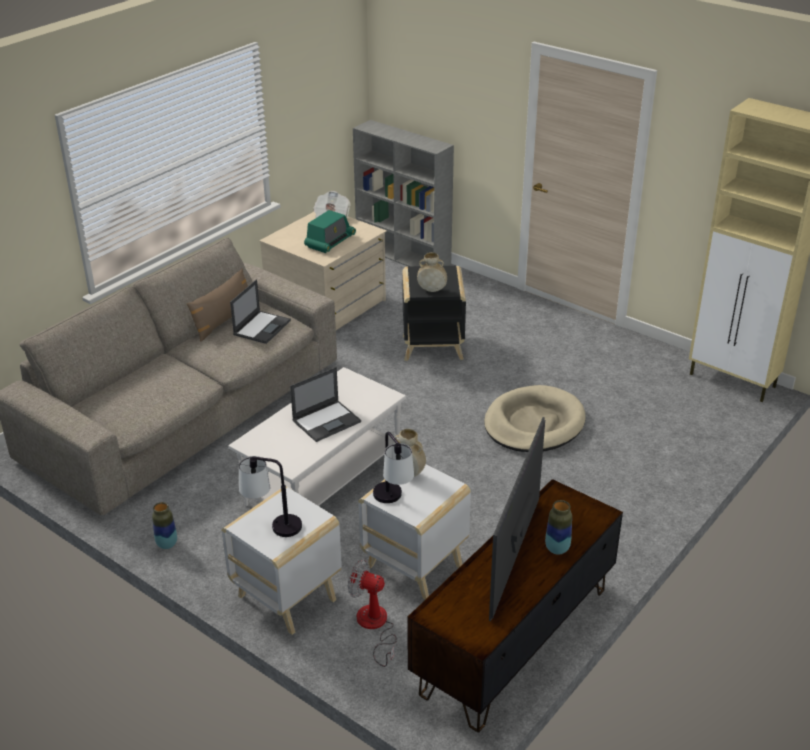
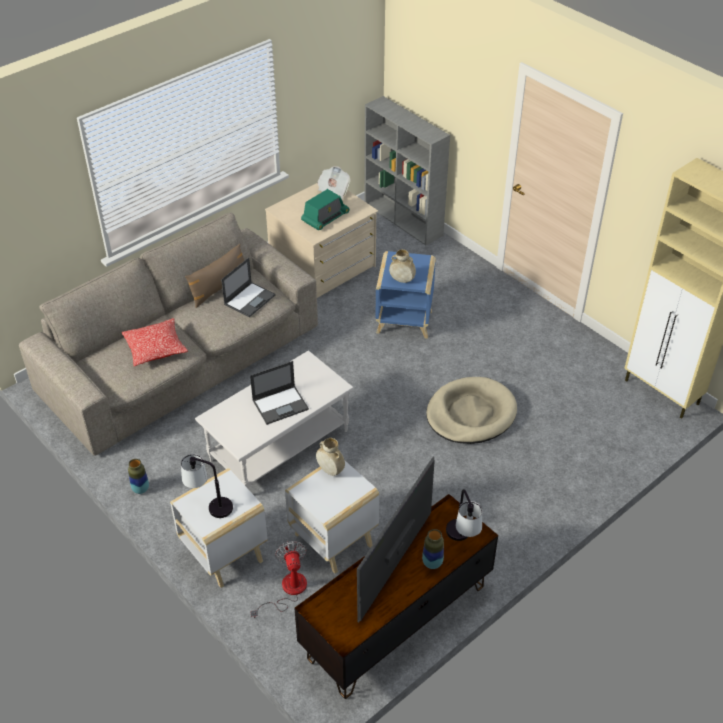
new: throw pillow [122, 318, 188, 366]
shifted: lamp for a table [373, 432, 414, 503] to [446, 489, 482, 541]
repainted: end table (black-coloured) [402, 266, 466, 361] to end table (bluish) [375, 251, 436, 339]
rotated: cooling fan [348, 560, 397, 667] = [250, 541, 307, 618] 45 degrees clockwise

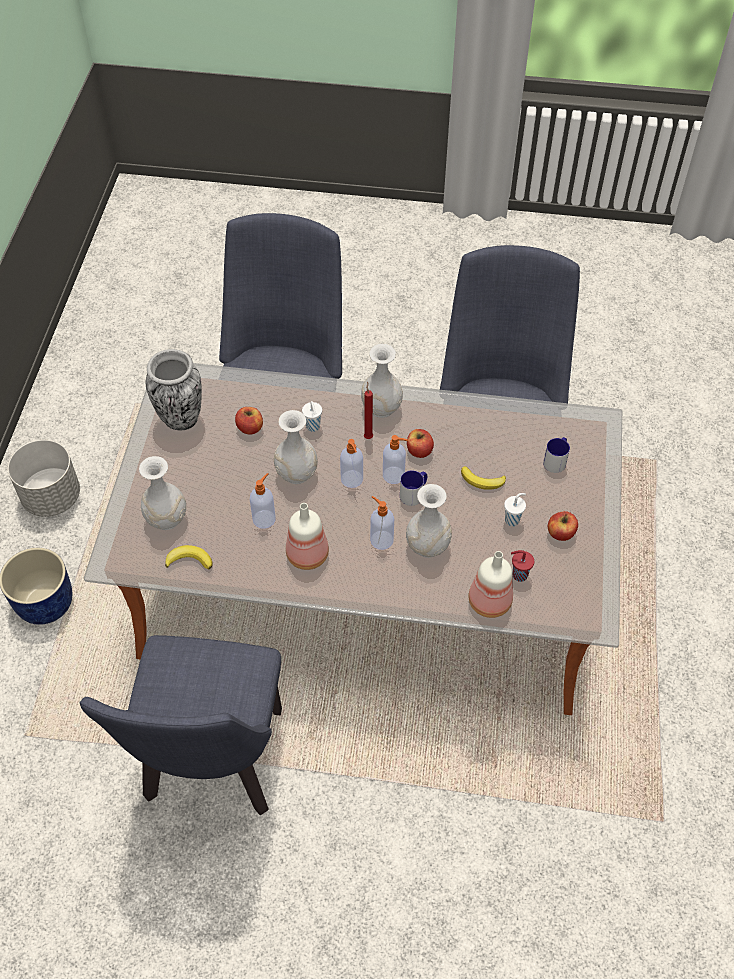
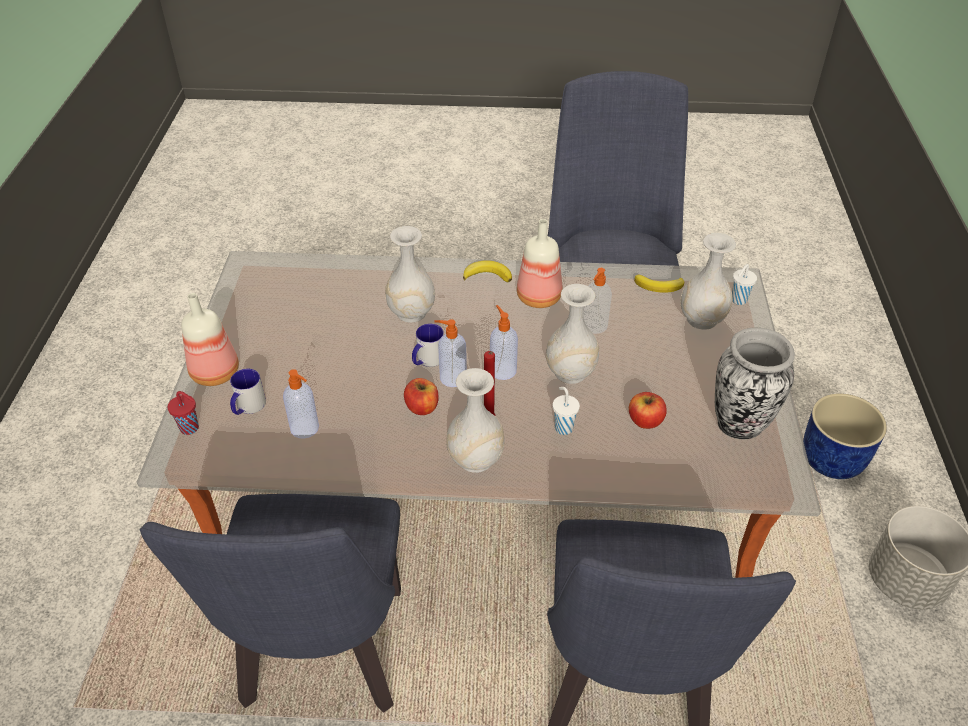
gone: apple [548, 511, 578, 541]
shifted: soap bottle [370, 496, 394, 550] to [283, 369, 319, 439]; banana fruit [461, 466, 506, 490] to [463, 260, 512, 282]; beverage bottle [468, 551, 513, 618] to [181, 293, 239, 386]; small cup (whitish) [504, 493, 526, 526] to [732, 264, 757, 305]; small cup (reddish) [511, 550, 534, 582] to [168, 391, 199, 435]

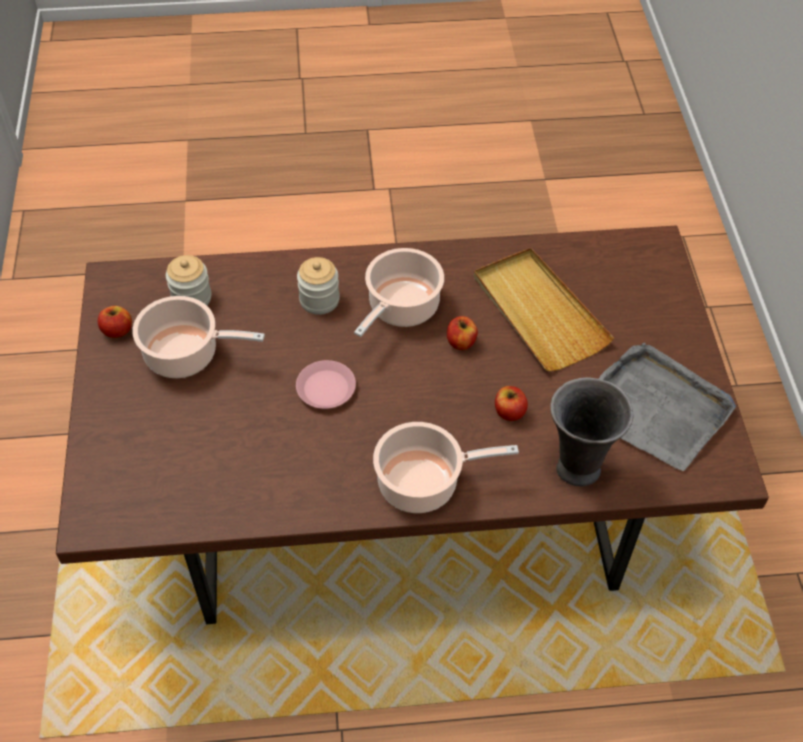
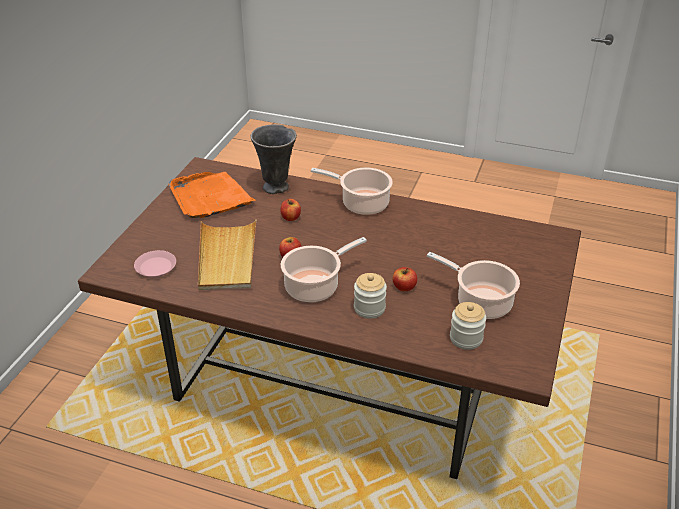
shifted: apple [98, 306, 132, 338] to [393, 267, 417, 291]; dinner plate (pink) [296, 360, 356, 409] to [134, 250, 176, 277]
repainted: serving tray (gray) [599, 343, 736, 471] to serving tray (orangey) [168, 172, 256, 218]

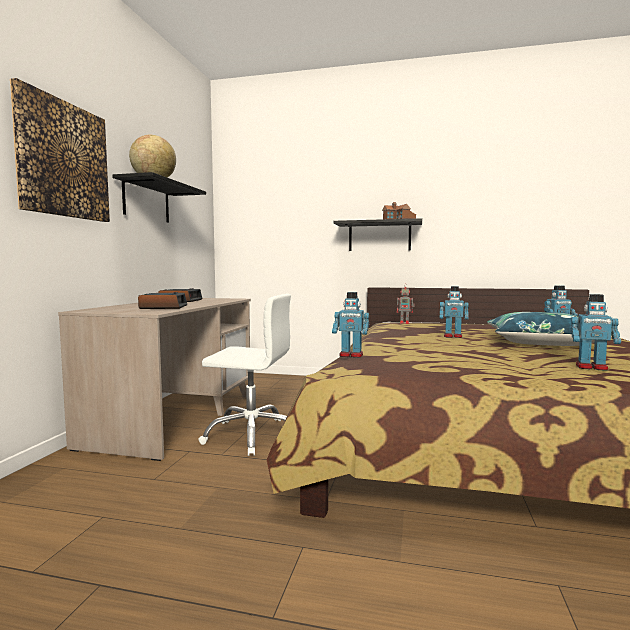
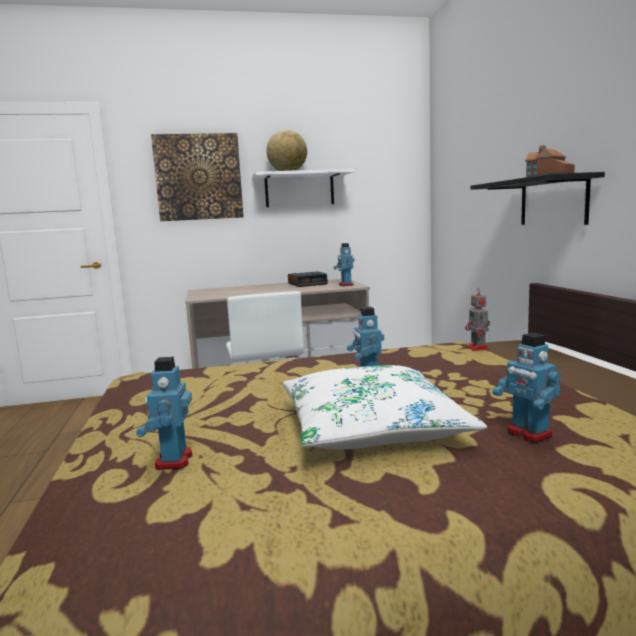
gone: bedside clock [138, 292, 187, 309]
shifted: model robot [332, 292, 369, 358] to [334, 243, 355, 286]
repainted: wall shelf (black-coloured) [112, 172, 206, 223] to wall shelf (whitish) [252, 169, 354, 207]; throw pillow (bluish) [487, 312, 612, 346] to throw pillow (whitish) [283, 365, 487, 450]

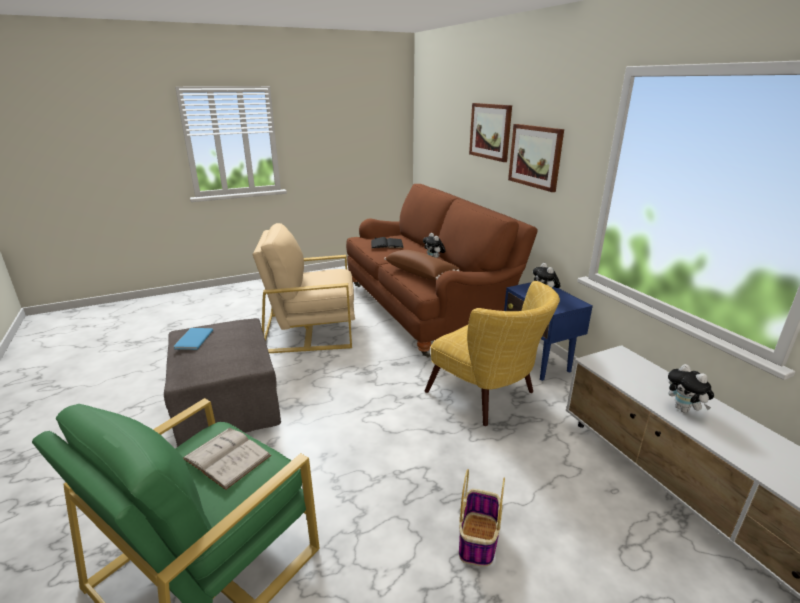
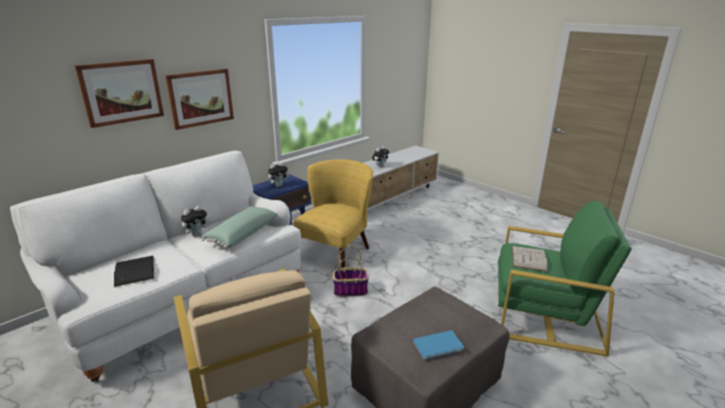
shifted: storage basket [459, 469, 505, 566] to [333, 247, 369, 297]
repainted: couch (brown) [346, 184, 538, 358] to couch (whitish) [10, 151, 301, 382]; throw pillow (brown) [384, 250, 460, 280] to throw pillow (green-coloured) [201, 206, 278, 248]

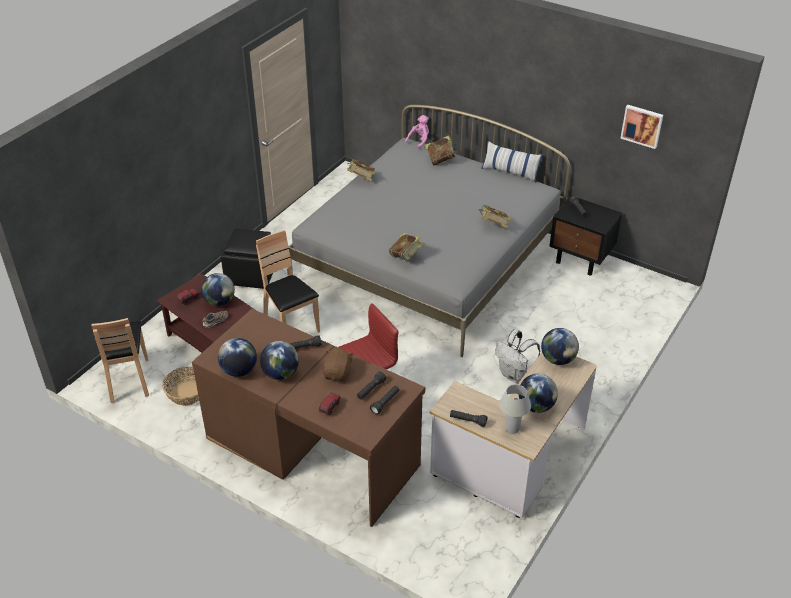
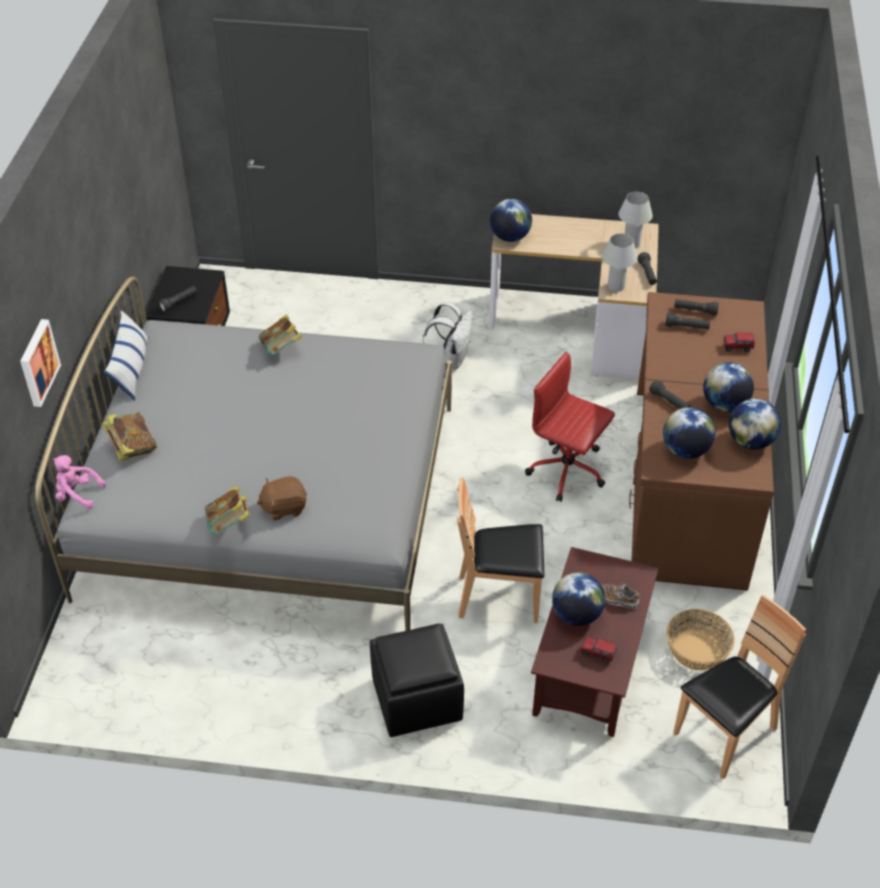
gone: bound book [389, 233, 424, 260]
new: lamp for a table (whitish) [602, 233, 637, 292]
shifted: soft toy (brown) [323, 349, 353, 381] to [257, 476, 307, 520]; desk globe [518, 374, 558, 413] to [663, 407, 715, 459]; wall art [620, 105, 663, 149] to [20, 319, 61, 407]
rotated: upright chair (brown) [256, 230, 320, 333] = [457, 477, 544, 623] 60 degrees clockwise

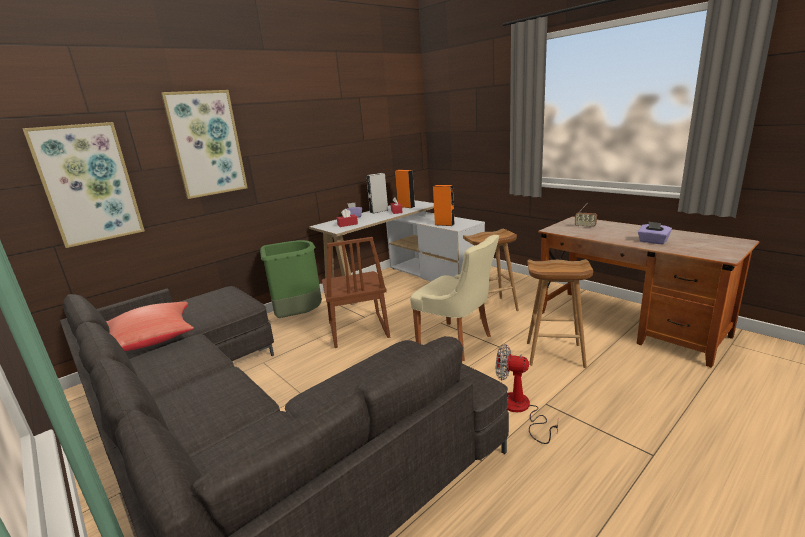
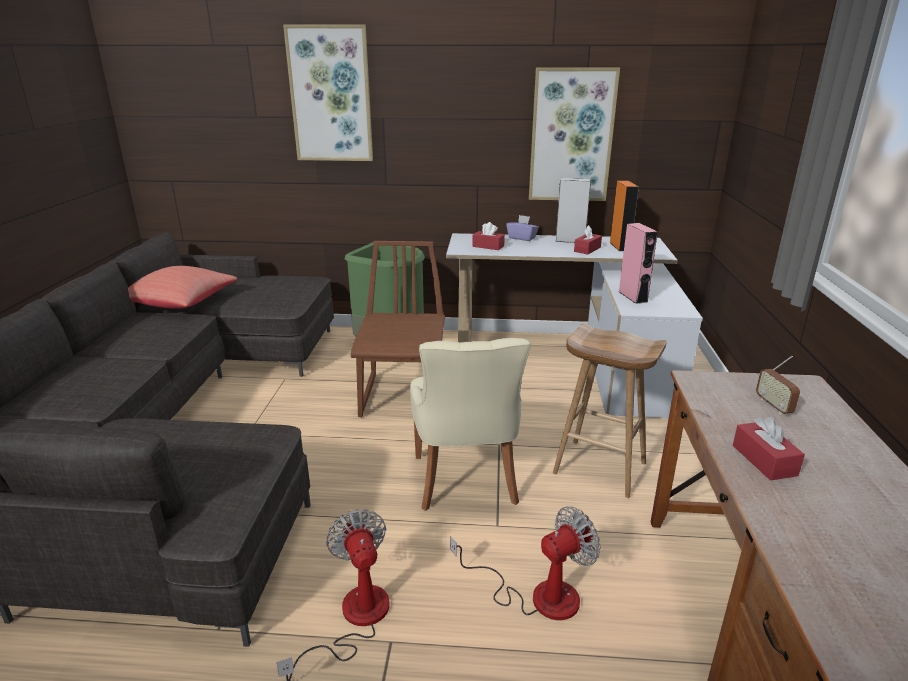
gone: tissue holder (purple) [638, 221, 672, 244]
new: tissue holder (reddish) [733, 417, 805, 481]
shifted: wall art [22, 122, 145, 248] to [529, 67, 620, 201]
swapped: sitting stool (brown) [527, 259, 593, 368] to cooling fan [450, 507, 601, 620]
repainted: audio speaker (orangey) [433, 185, 455, 226] to audio speaker (pink) [619, 223, 658, 304]
rotated: upright chair (brown) [322, 237, 390, 348] = [351, 241, 445, 417] 150 degrees clockwise

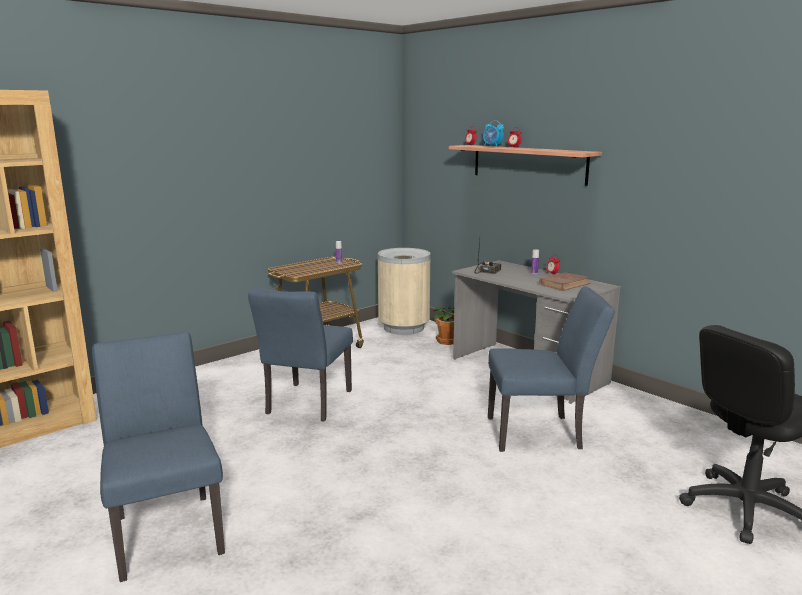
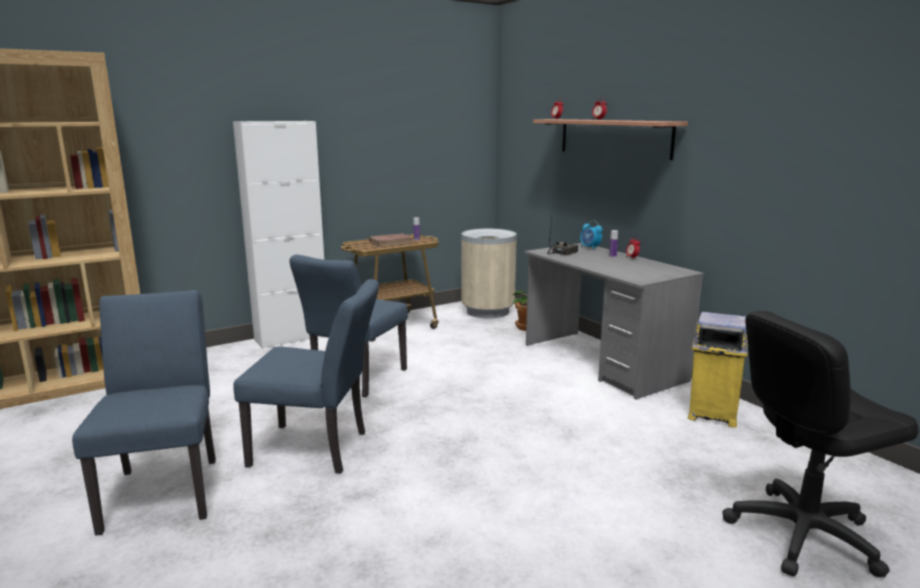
new: cupboard (whitish) [233, 121, 324, 349]; rubbish bin (yellowish) [688, 312, 748, 428]
shifted: bedside clock [483, 120, 504, 147] to [580, 221, 603, 250]; upright chair (bluish) [488, 287, 615, 452] to [233, 279, 379, 474]; bound book (brown) [539, 272, 590, 291] to [369, 233, 413, 247]

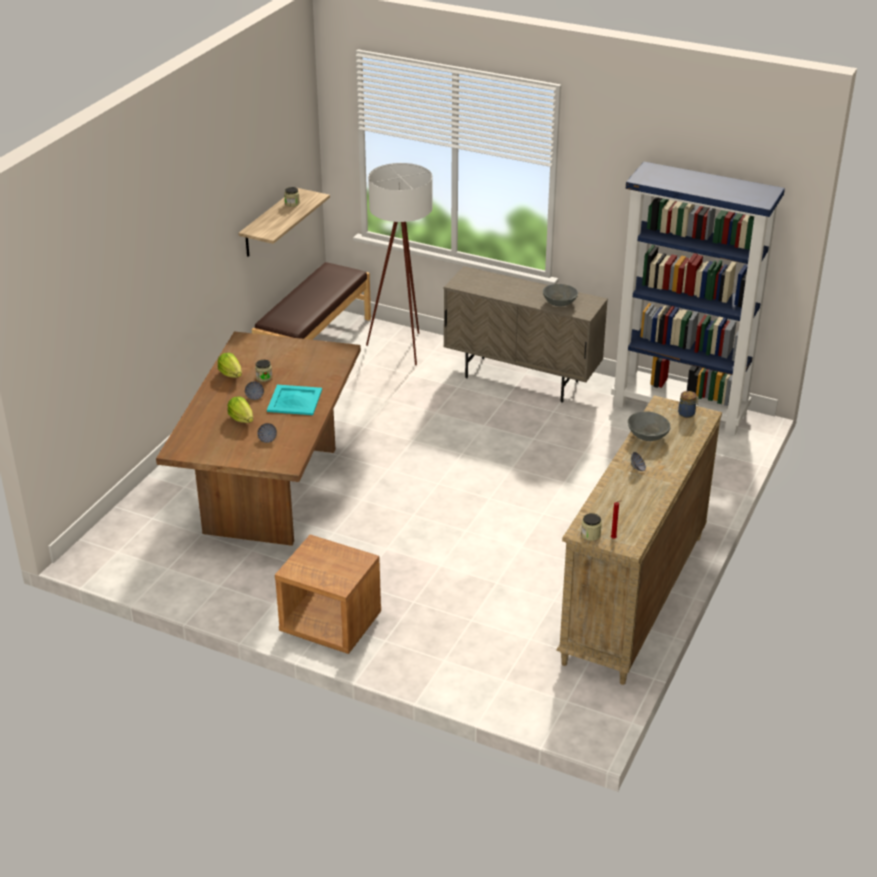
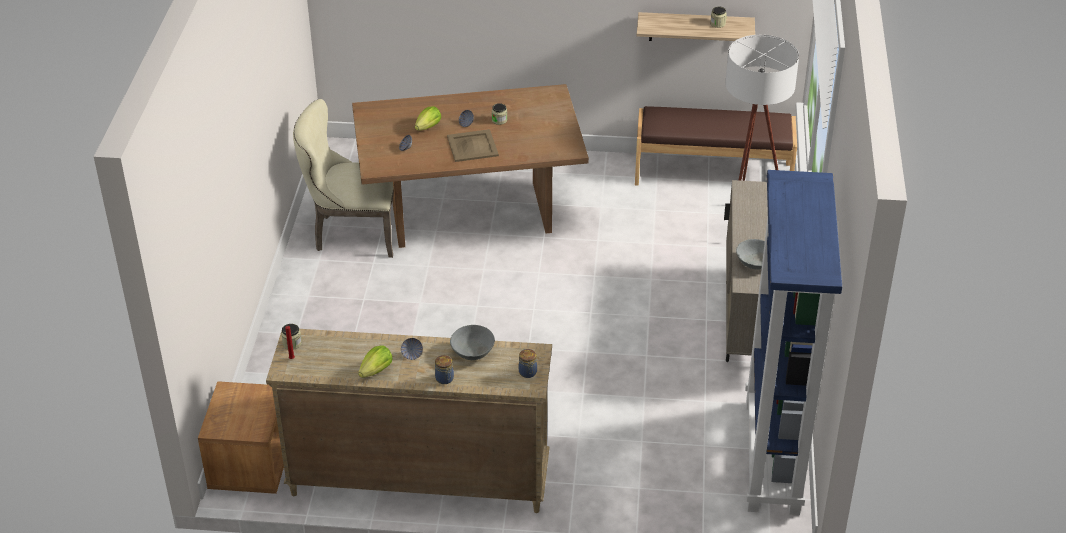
new: upright chair (beige-coloured) [293, 99, 394, 258]; preserve jar [435, 355, 454, 384]
shifted: head of lettuce [218, 353, 242, 378] to [358, 345, 393, 378]; bedside table (brown) [275, 535, 381, 654] to [198, 381, 284, 494]
repainted: serving tray (turquoise-coloured) [267, 385, 322, 415] to serving tray (beige-coloured) [447, 129, 499, 162]

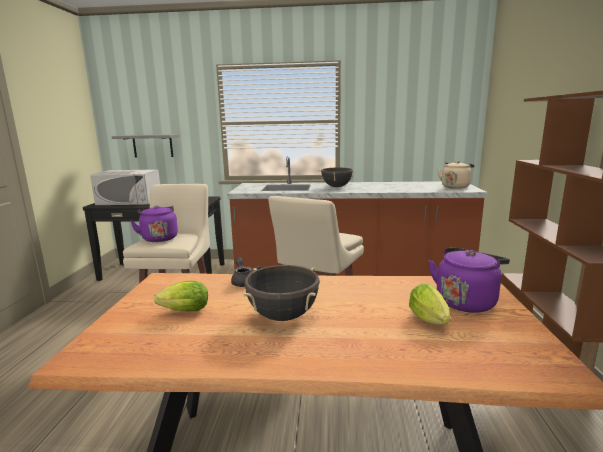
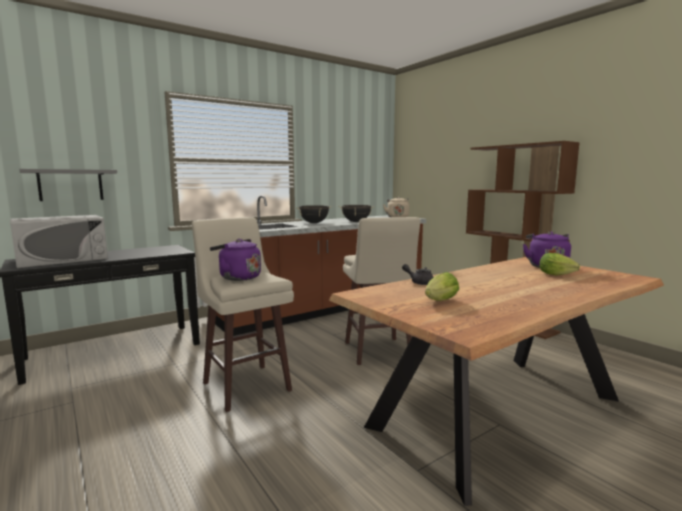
shifted: cooking pot (black-coloured) [243, 265, 320, 321] to [338, 205, 375, 222]

